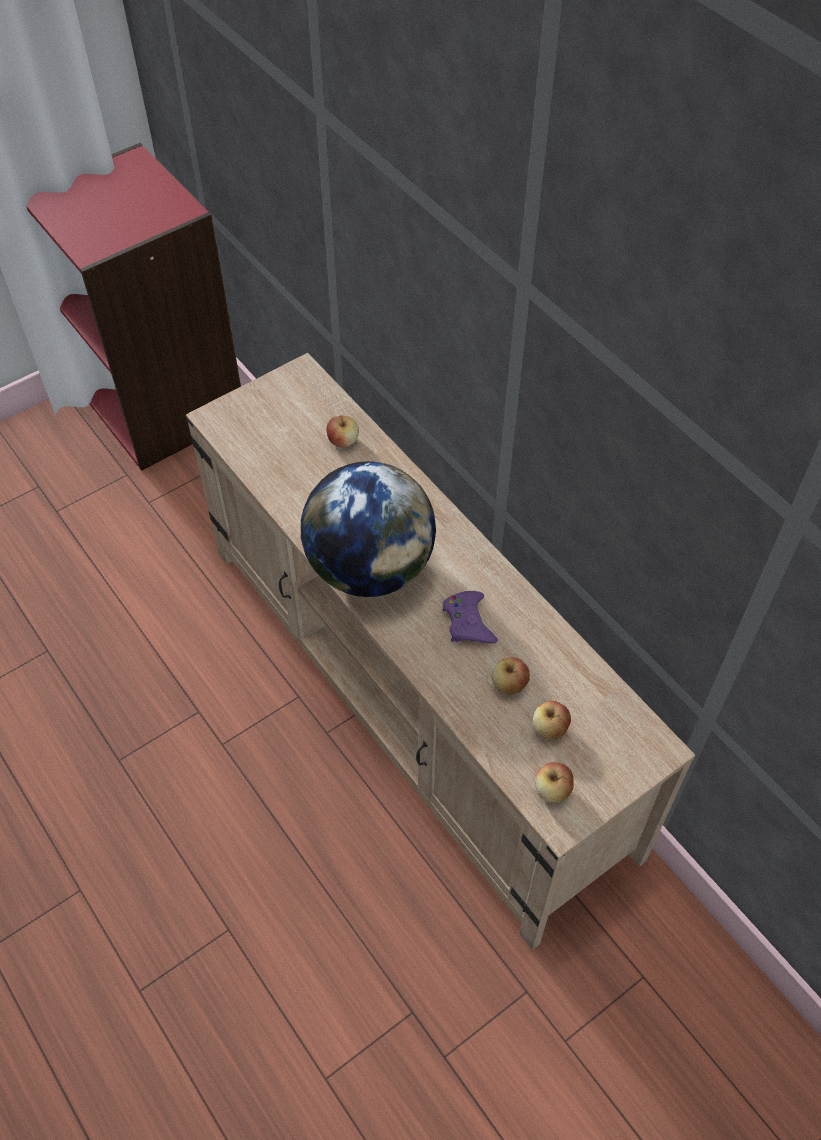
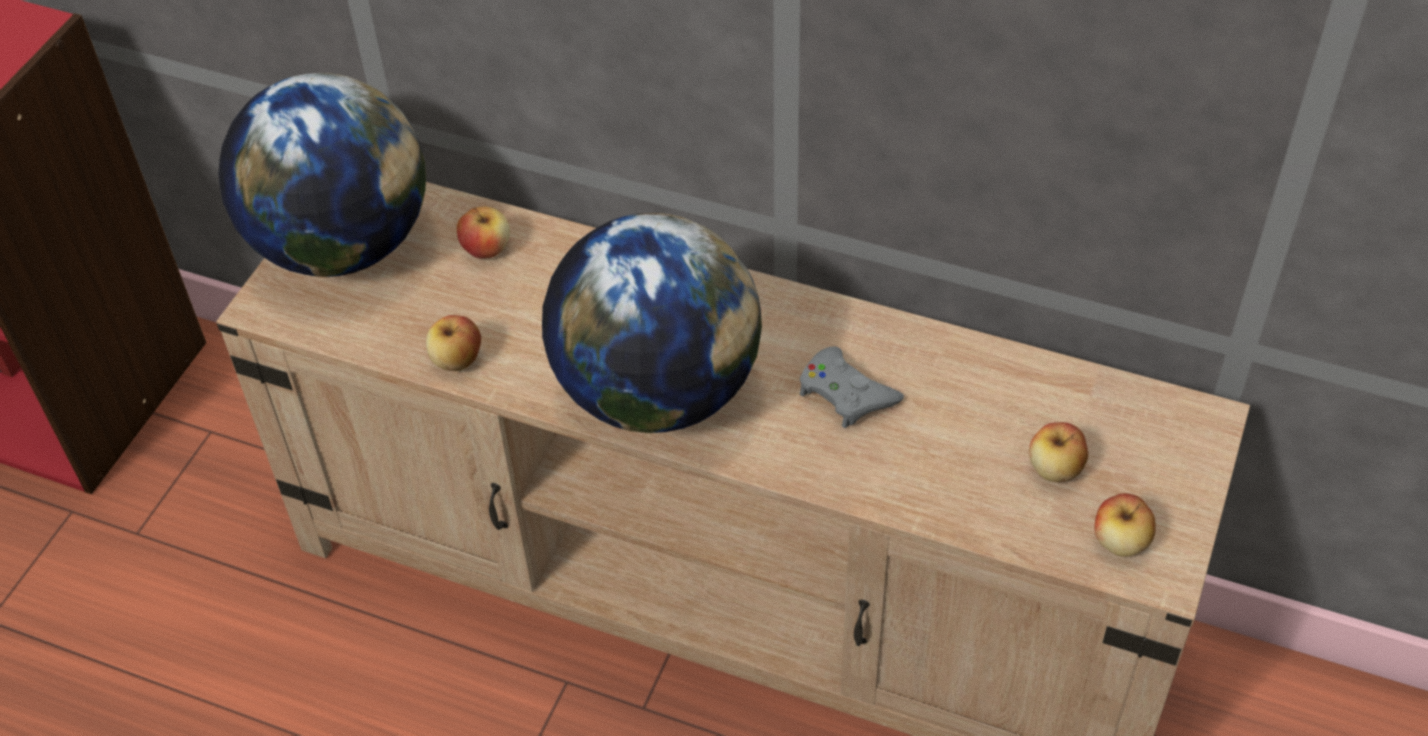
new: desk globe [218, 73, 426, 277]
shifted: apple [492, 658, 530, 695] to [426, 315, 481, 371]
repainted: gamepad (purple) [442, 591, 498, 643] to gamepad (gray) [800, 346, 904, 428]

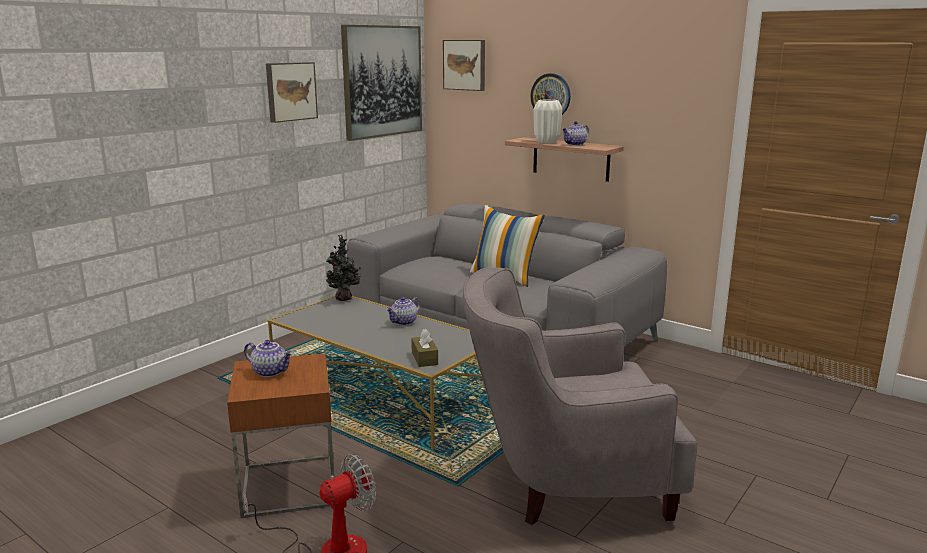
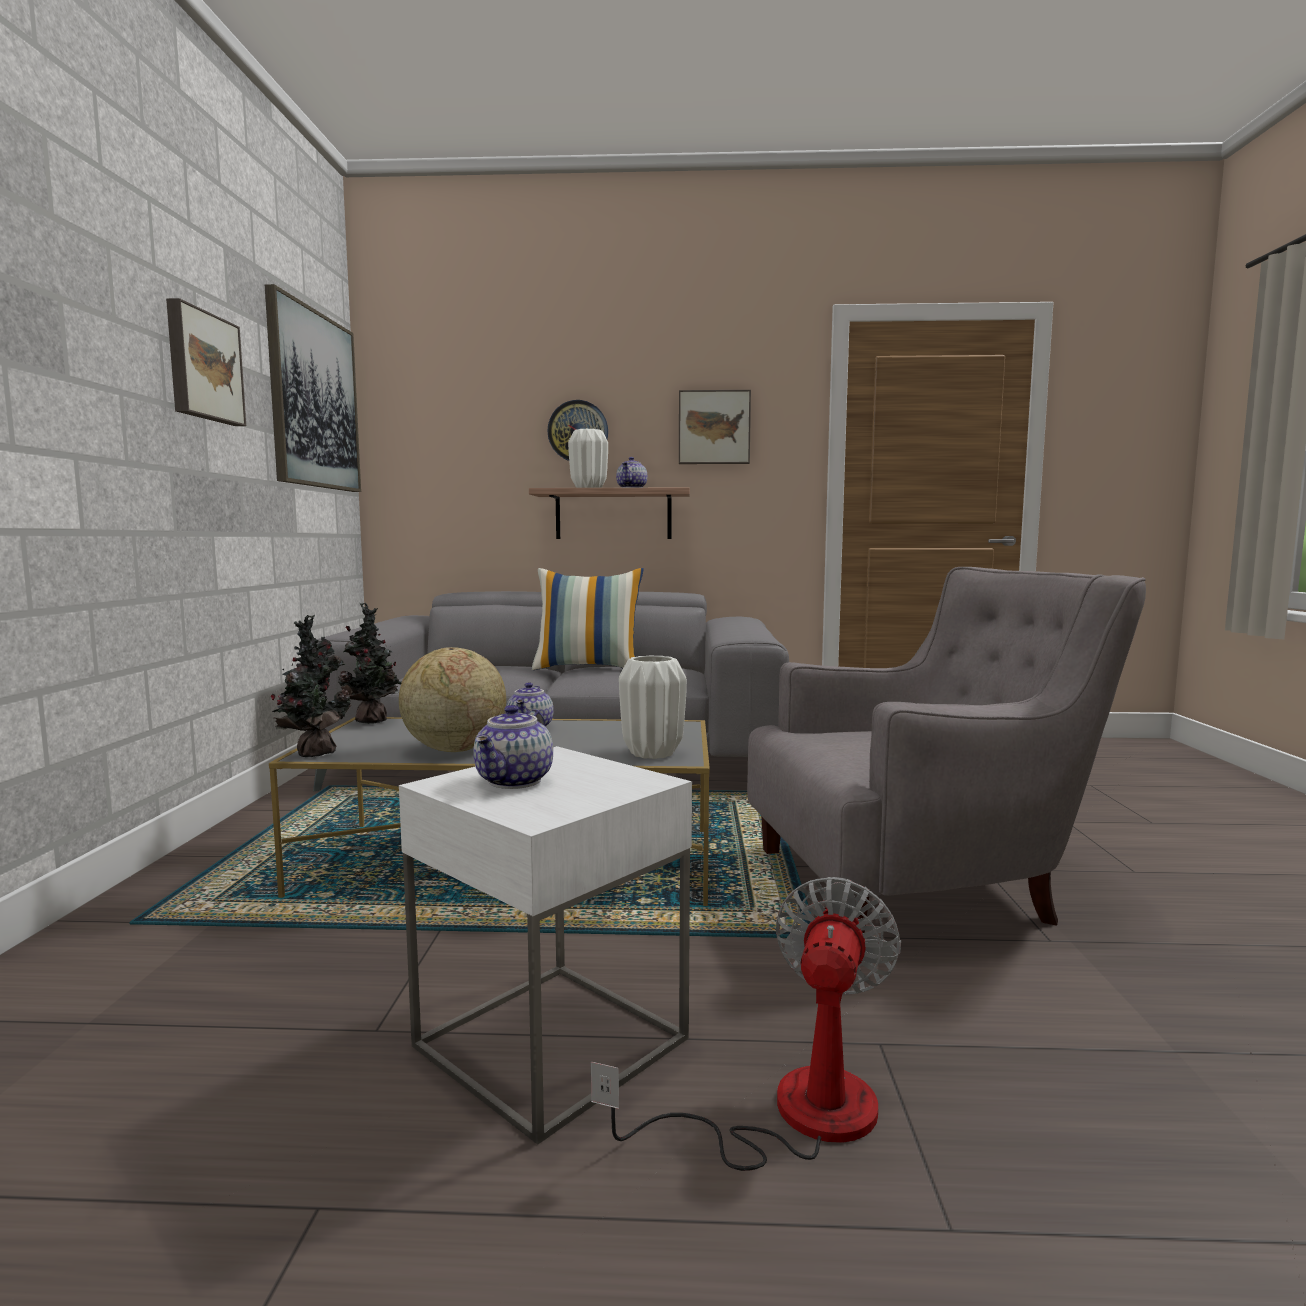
new: plant in a pot [271, 615, 351, 757]; desk globe [399, 647, 506, 752]
shifted: wall art [443, 40, 485, 91] to [679, 390, 751, 464]
swapped: tissue holder (brown) [411, 329, 438, 367] to decorative vase (whitish) [619, 655, 687, 759]
repainted: end table (brown) [227, 354, 334, 518] to end table (whitish) [399, 746, 692, 1145]
rotated: tea pot [244, 340, 293, 377] = [473, 705, 553, 789] 120 degrees clockwise; lounge chair (gray) [463, 267, 697, 525] = [747, 567, 1146, 933] 150 degrees counterclockwise

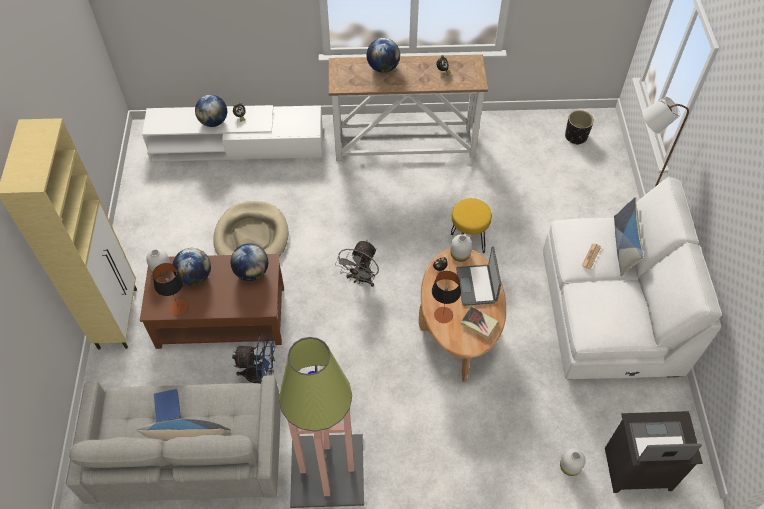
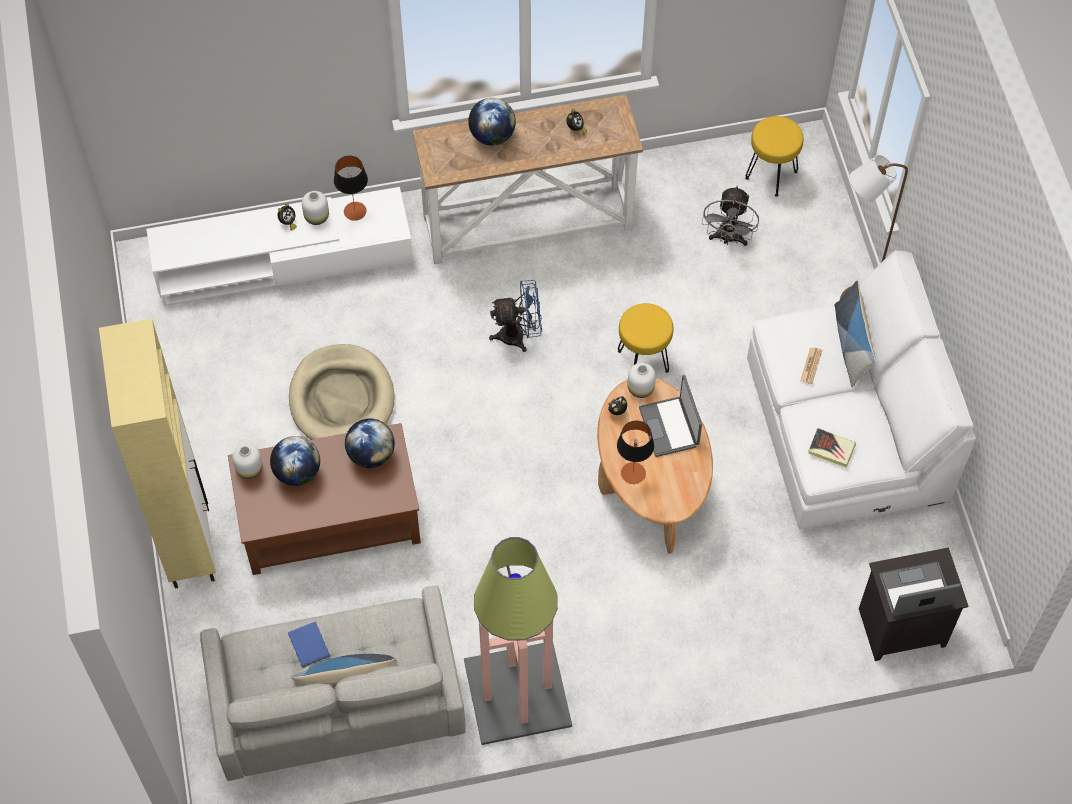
gone: desk globe [195, 95, 227, 127]
shifted: lamp for a table [153, 263, 188, 316] to [334, 156, 368, 221]; cooling fan (bluish) [232, 334, 275, 384] to [489, 280, 542, 352]; cooling fan (gray) [335, 240, 379, 287] to [702, 185, 759, 246]; bound book [461, 306, 499, 339] to [808, 428, 856, 468]; decorative vase (whitish) [560, 448, 585, 476] to [302, 191, 329, 225]
swapped: flower pot (black-coloured) [565, 110, 594, 145] to sitting stool (yellowish) [745, 116, 804, 197]

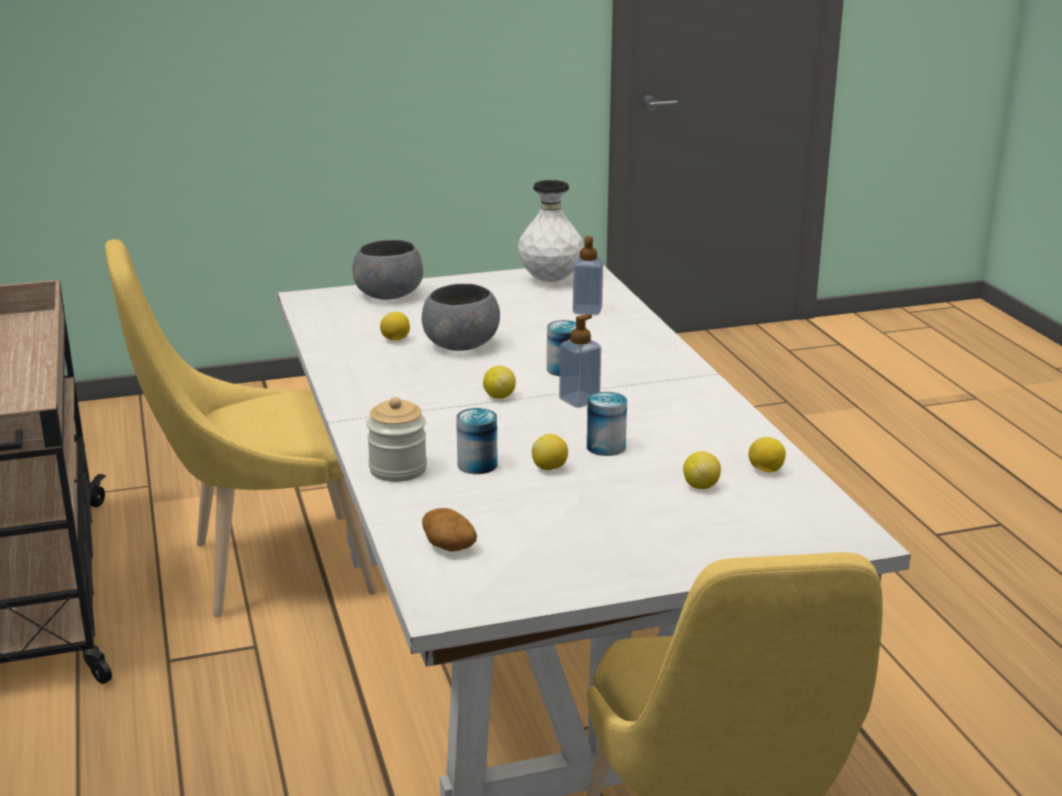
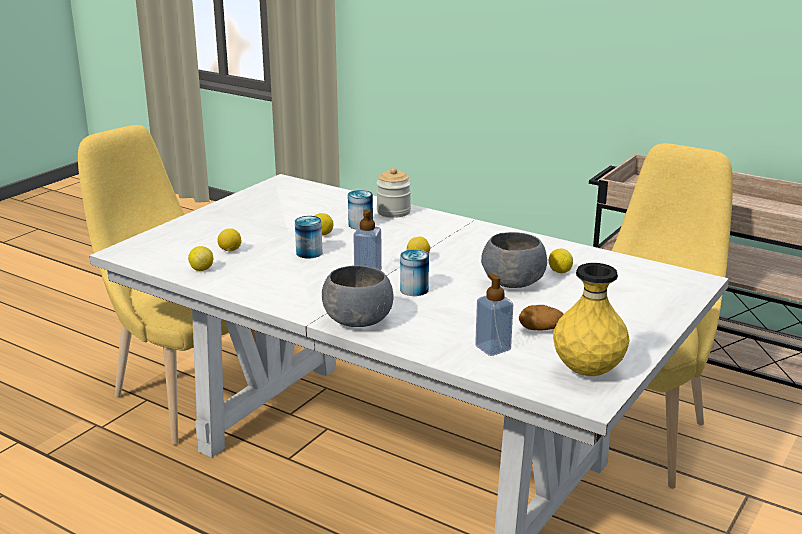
shifted: deep dish (gray) [352, 240, 423, 300] to [322, 265, 394, 327]; potato [422, 508, 477, 552] to [519, 305, 564, 330]
repainted: decorative vase (whitish) [518, 180, 584, 282] to decorative vase (yellowish) [553, 263, 630, 376]

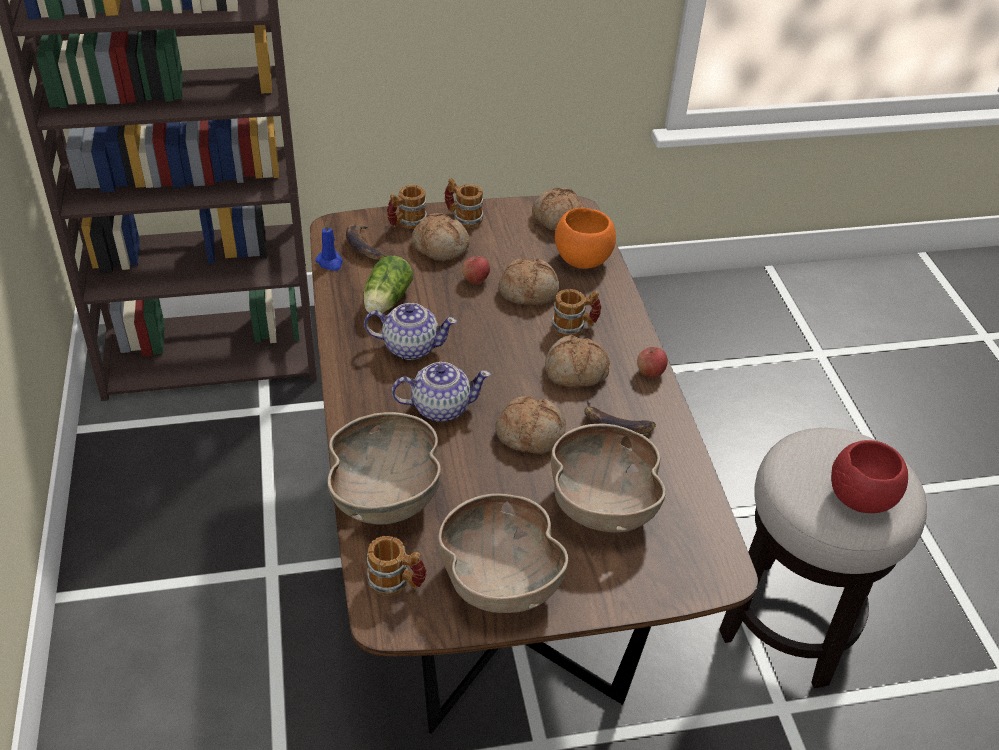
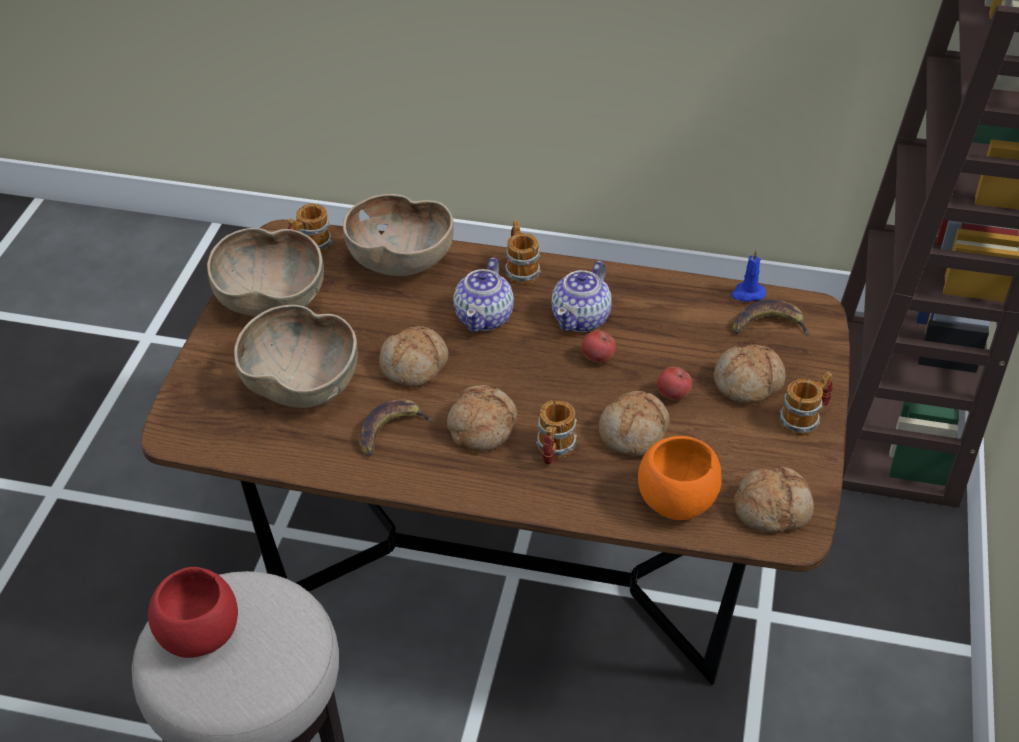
gone: head of lettuce [363, 256, 413, 313]
shifted: coffee mug [387, 185, 427, 229] to [505, 220, 541, 285]; apple [637, 347, 668, 378] to [582, 330, 616, 363]

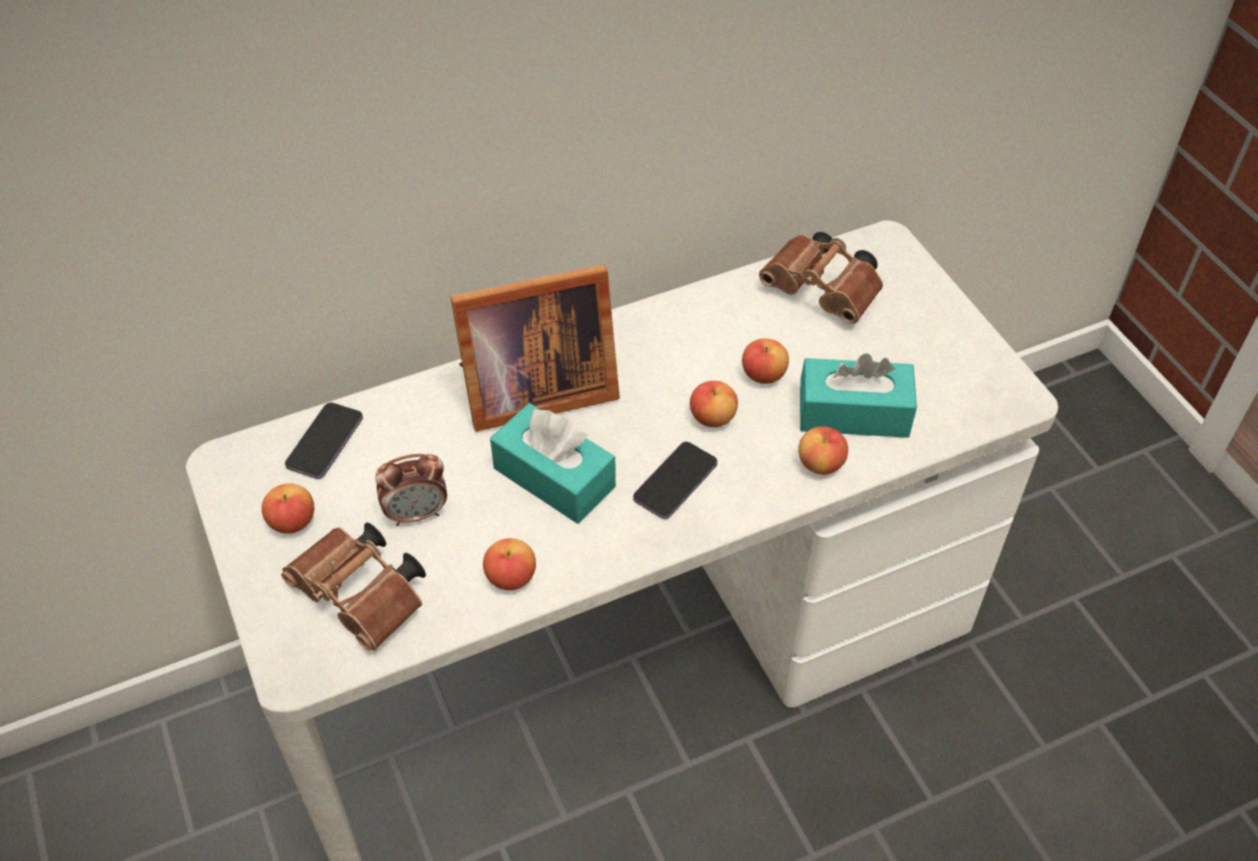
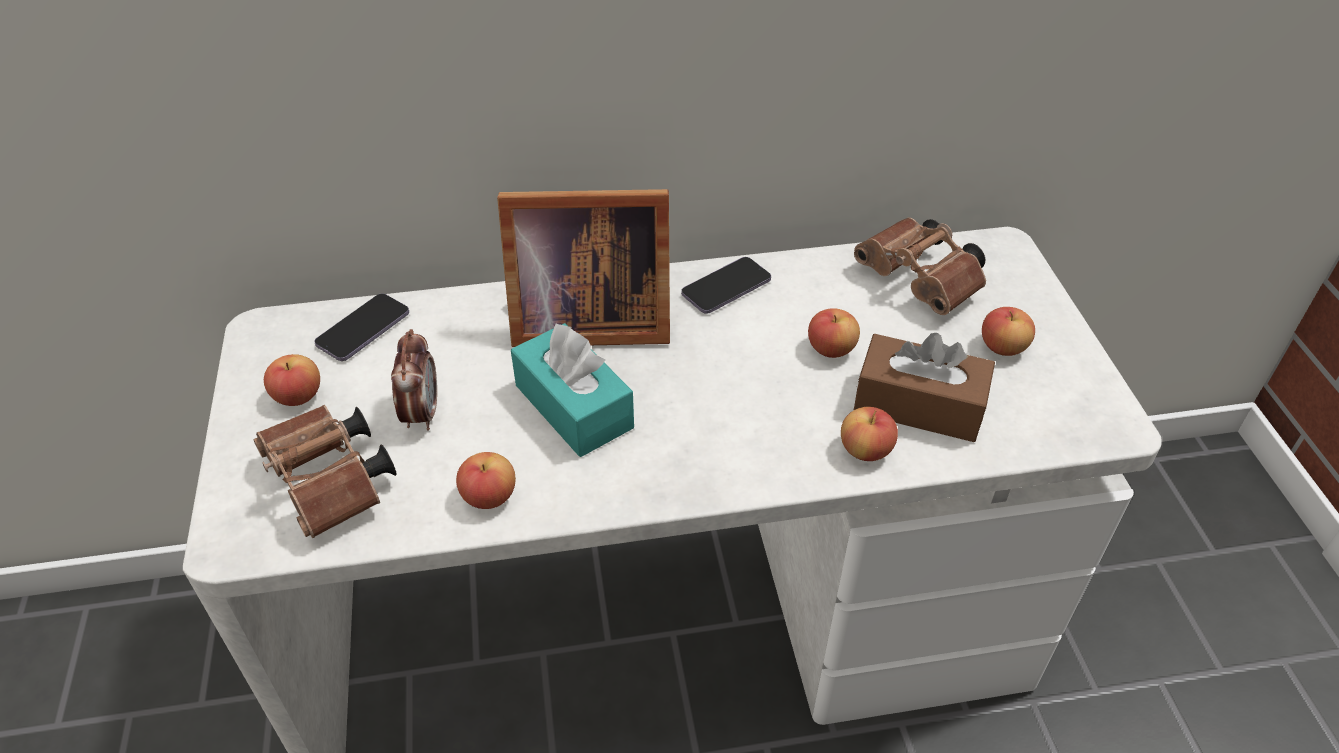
shifted: handset [633, 442, 718, 519] to [681, 257, 771, 314]; apple [690, 381, 738, 427] to [982, 307, 1035, 356]
repainted: tissue holder (turquoise-coloured) [800, 353, 917, 438] to tissue holder (brown) [854, 333, 995, 442]
rotated: bedside clock [375, 454, 447, 526] = [391, 329, 437, 431] 90 degrees counterclockwise

